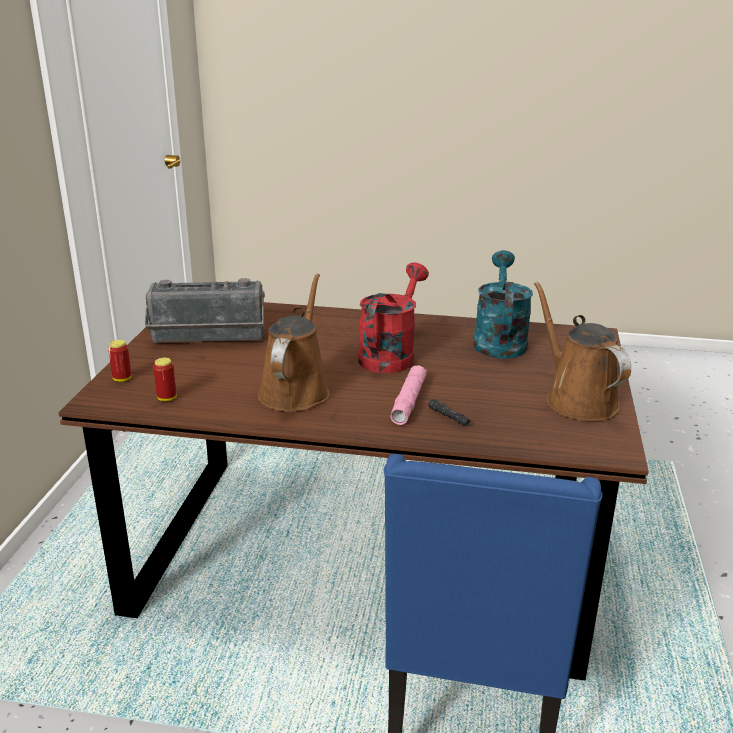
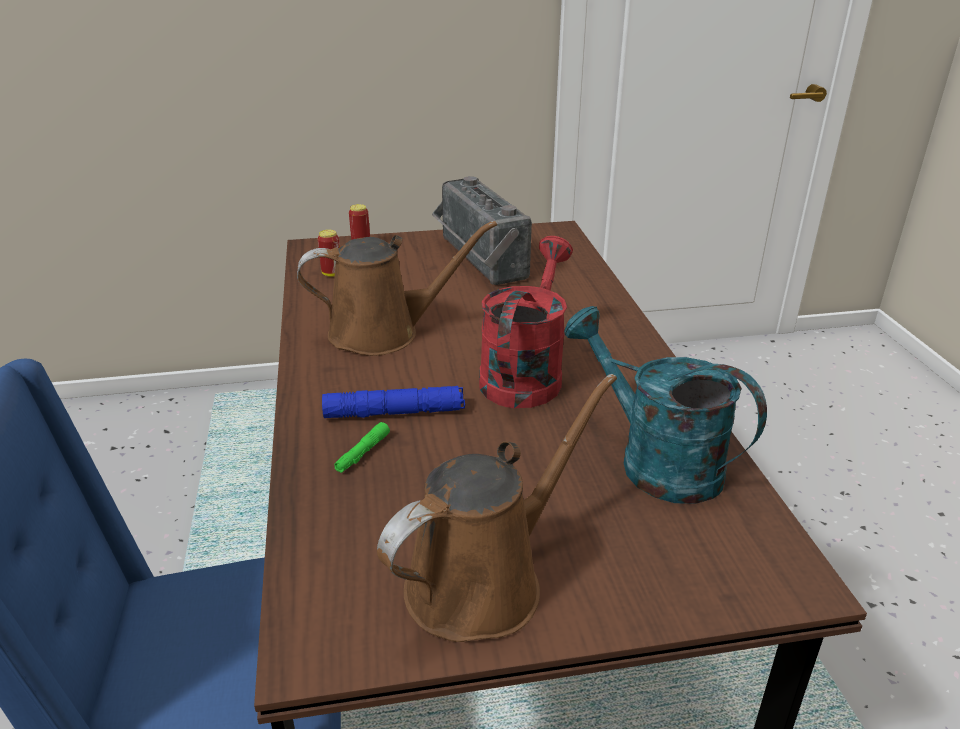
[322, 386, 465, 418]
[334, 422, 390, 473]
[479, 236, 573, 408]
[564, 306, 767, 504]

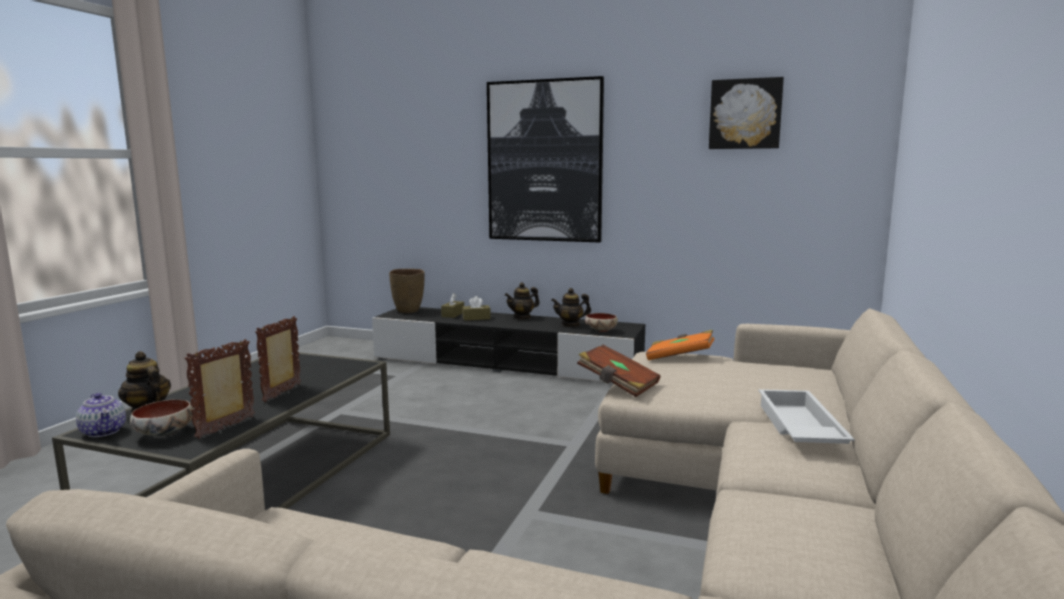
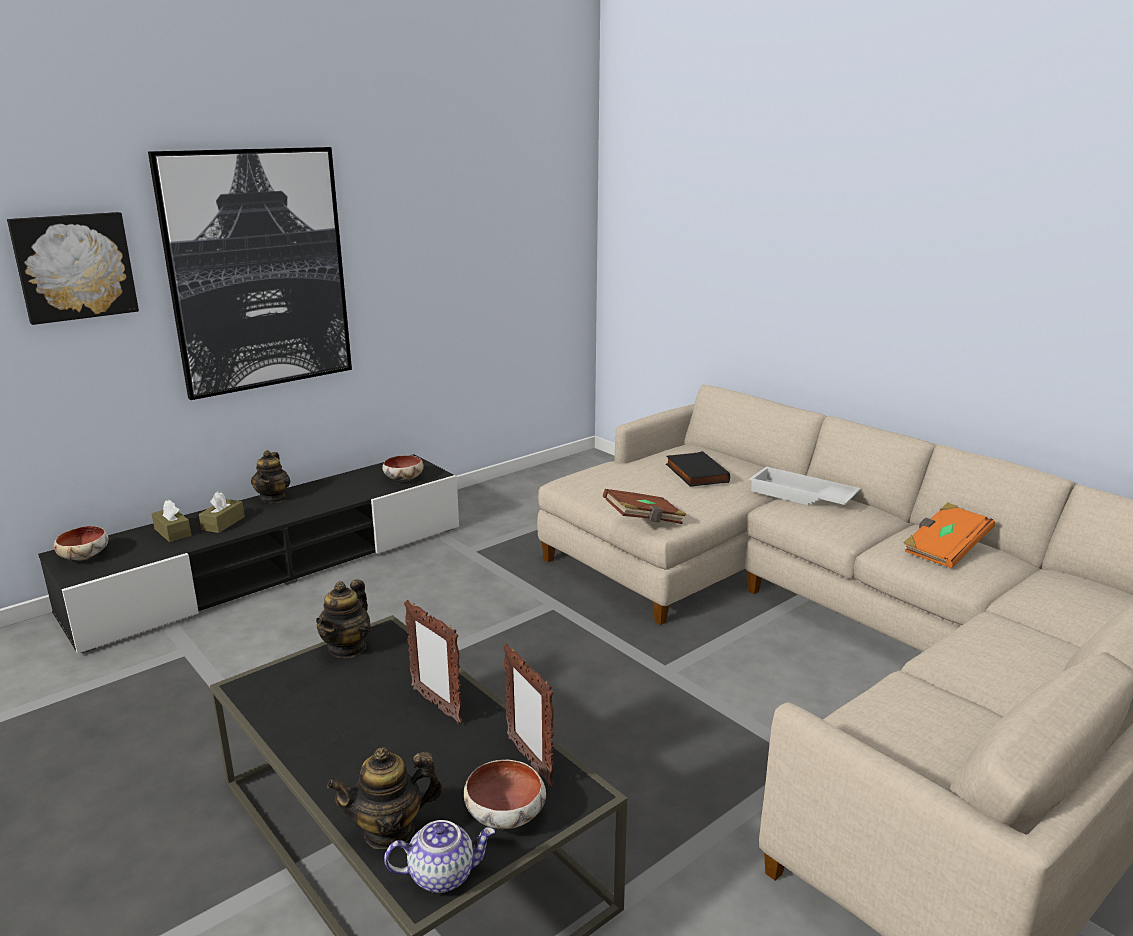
[666, 451, 730, 487]
[316, 579, 371, 658]
[904, 502, 995, 568]
[7, 212, 139, 325]
[54, 526, 109, 561]

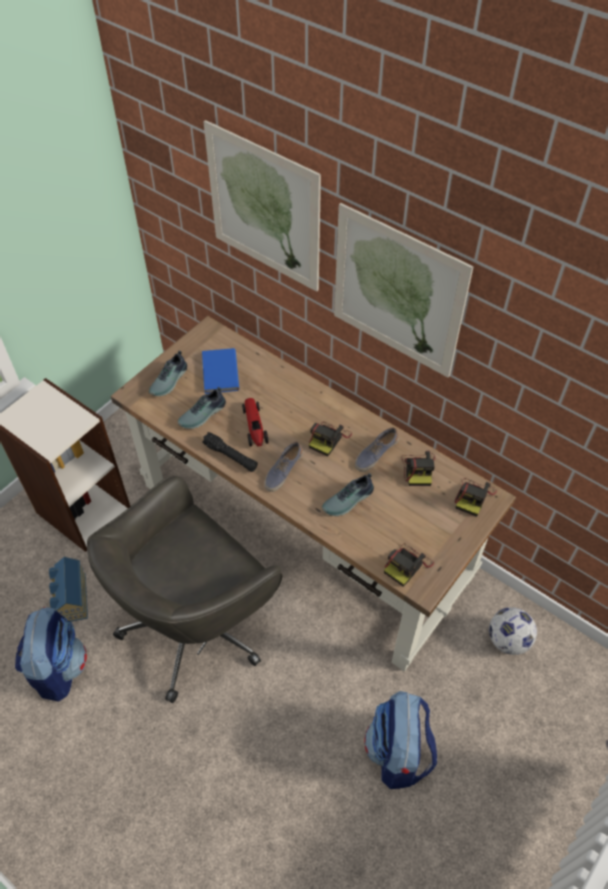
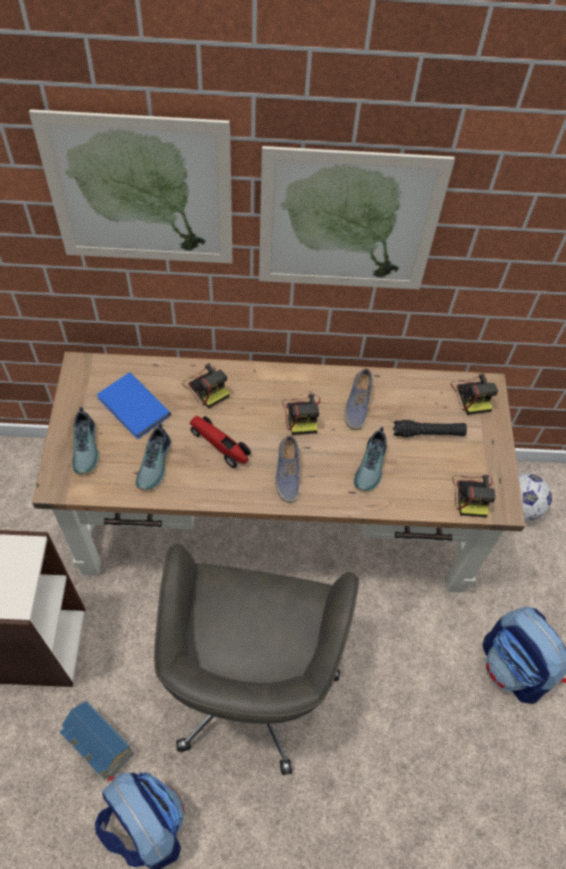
[393, 420, 467, 437]
[182, 363, 229, 408]

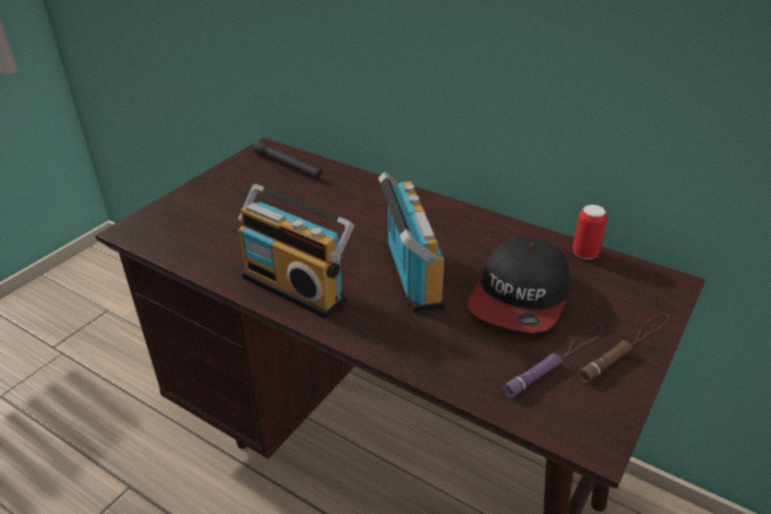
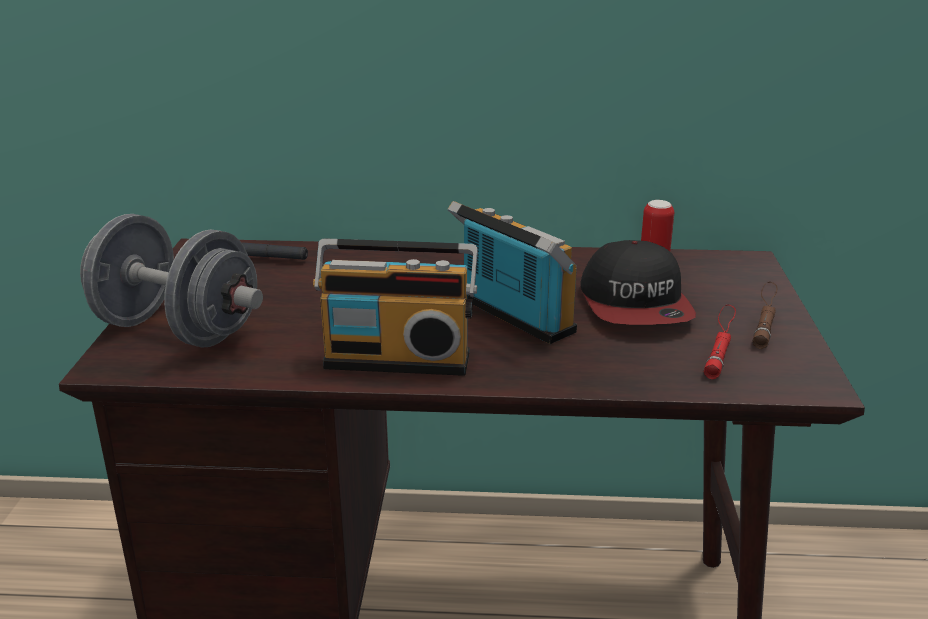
[80, 214, 263, 348]
[704, 305, 736, 380]

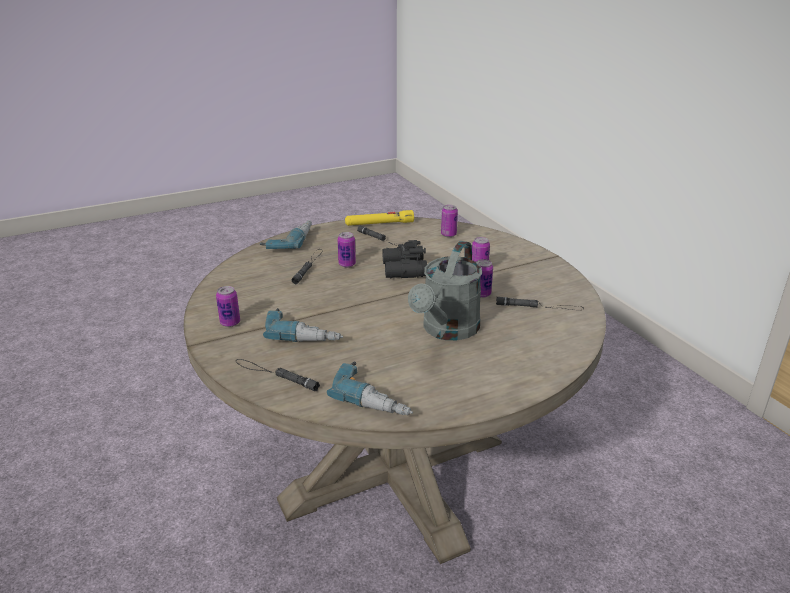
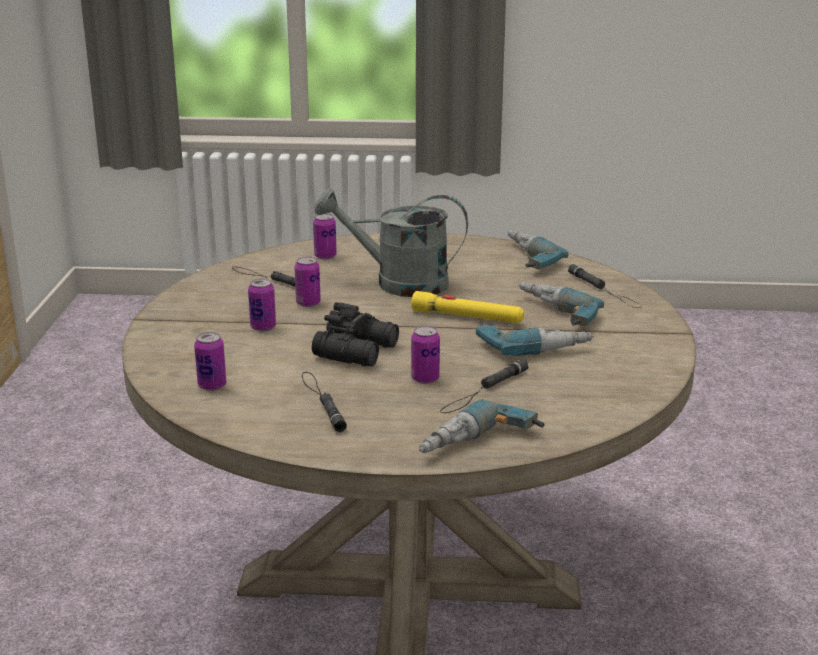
[476, 323, 594, 356]
[313, 214, 337, 259]
[411, 291, 524, 323]
[315, 188, 468, 297]

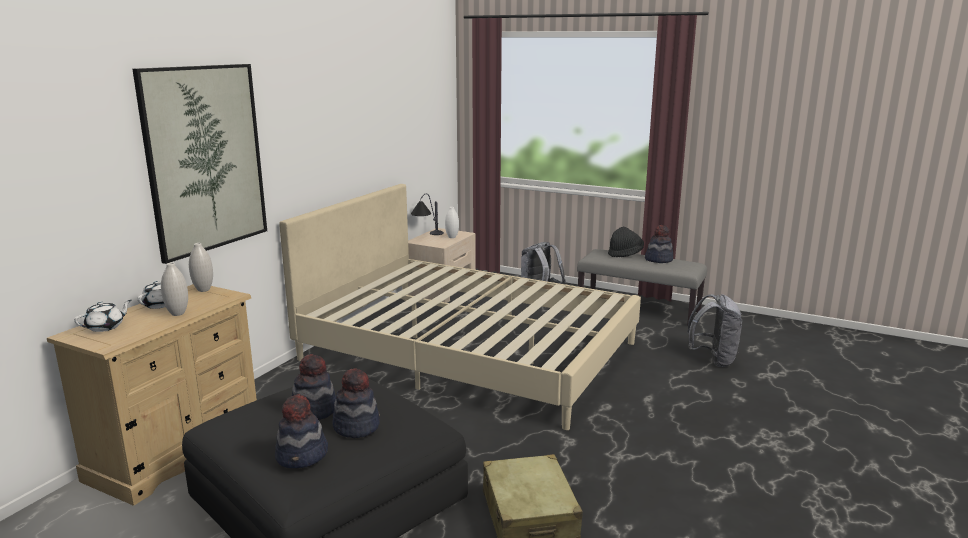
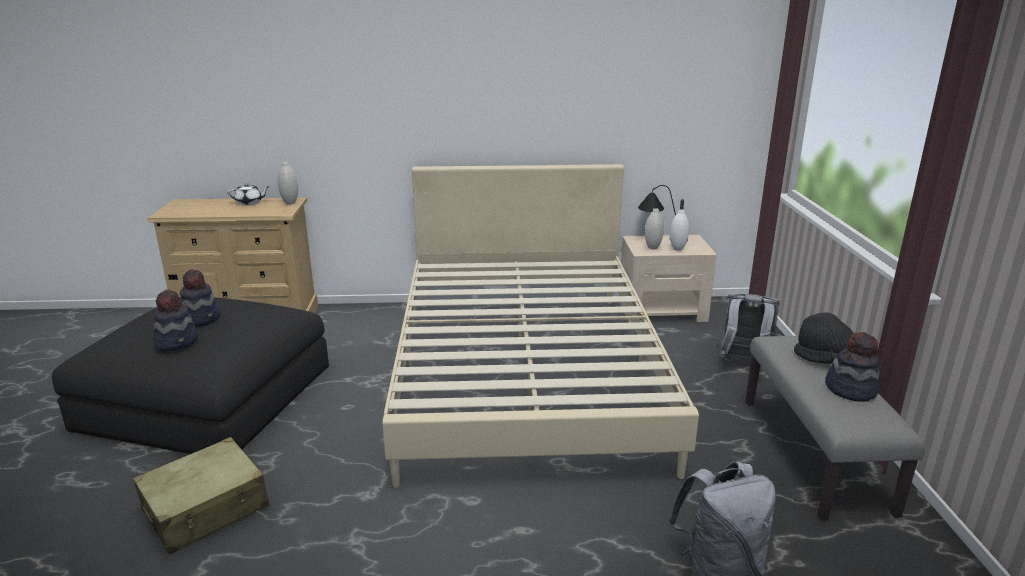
[74, 300, 131, 332] (first image)
[132, 64, 267, 264] (first image)
[275, 394, 328, 468] (first image)
[645, 208, 664, 249]

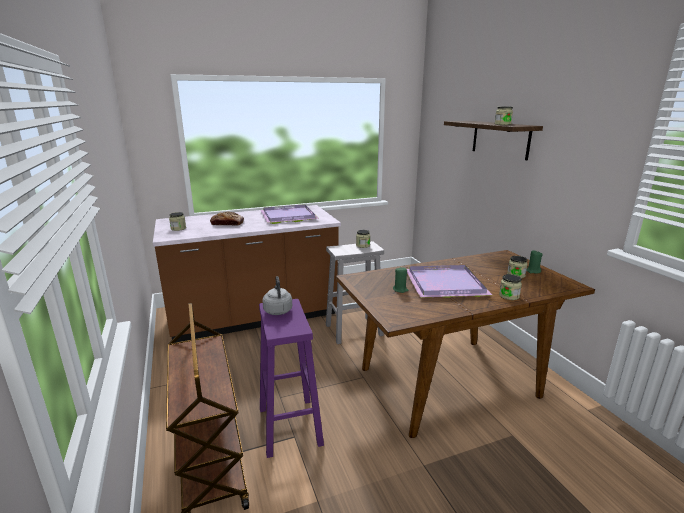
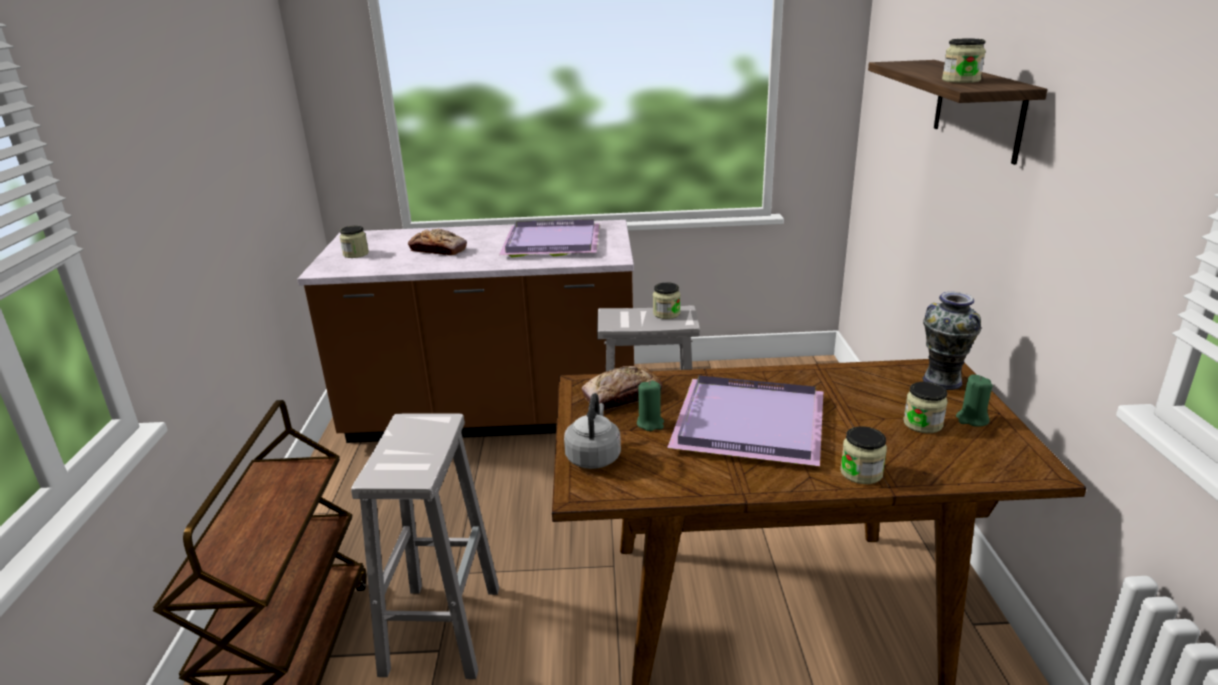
[582, 366, 662, 410]
[922, 292, 981, 390]
[564, 393, 621, 469]
[351, 414, 499, 679]

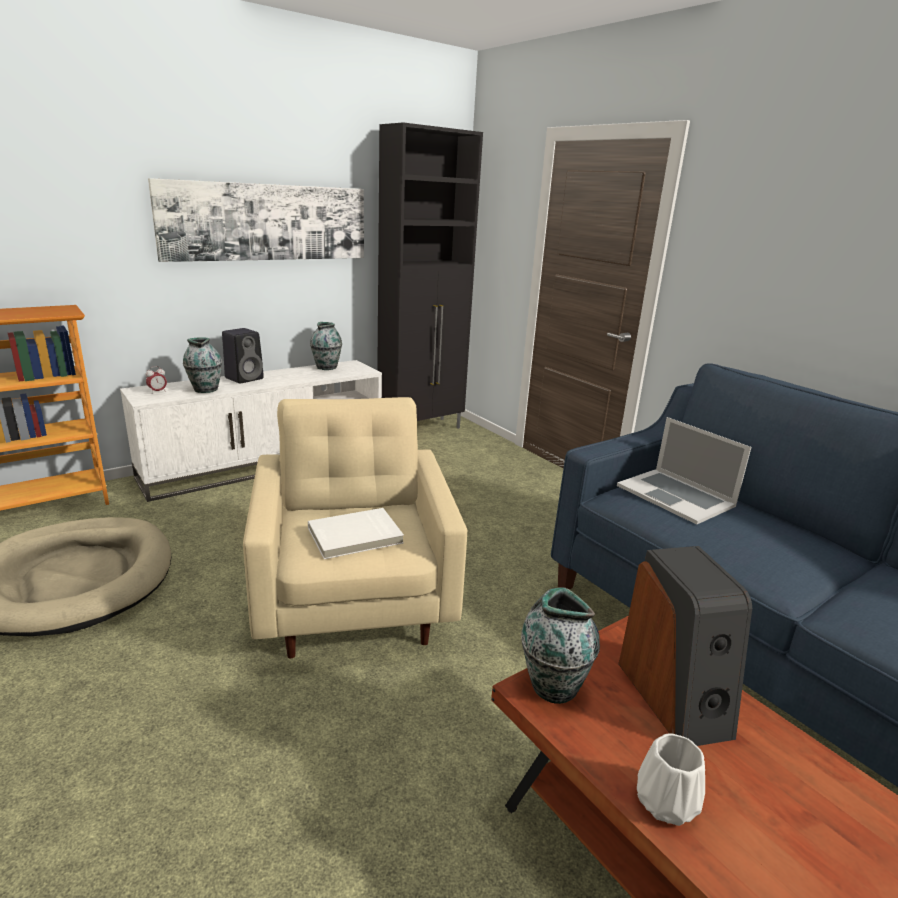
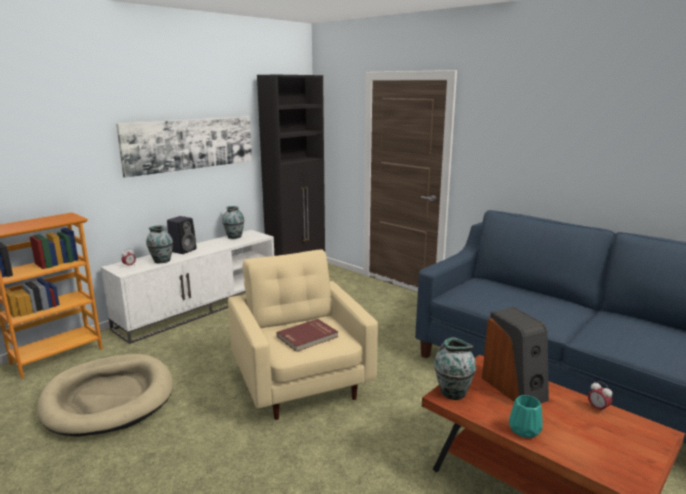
[617, 417, 751, 525] (first image)
[588, 381, 612, 414]
[277, 319, 338, 352]
[509, 395, 543, 438]

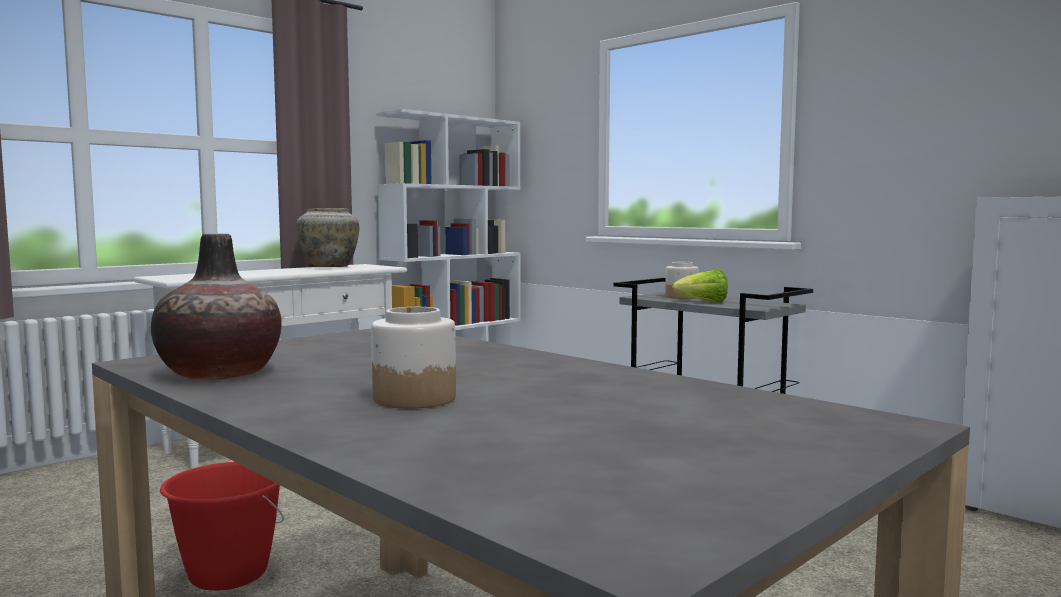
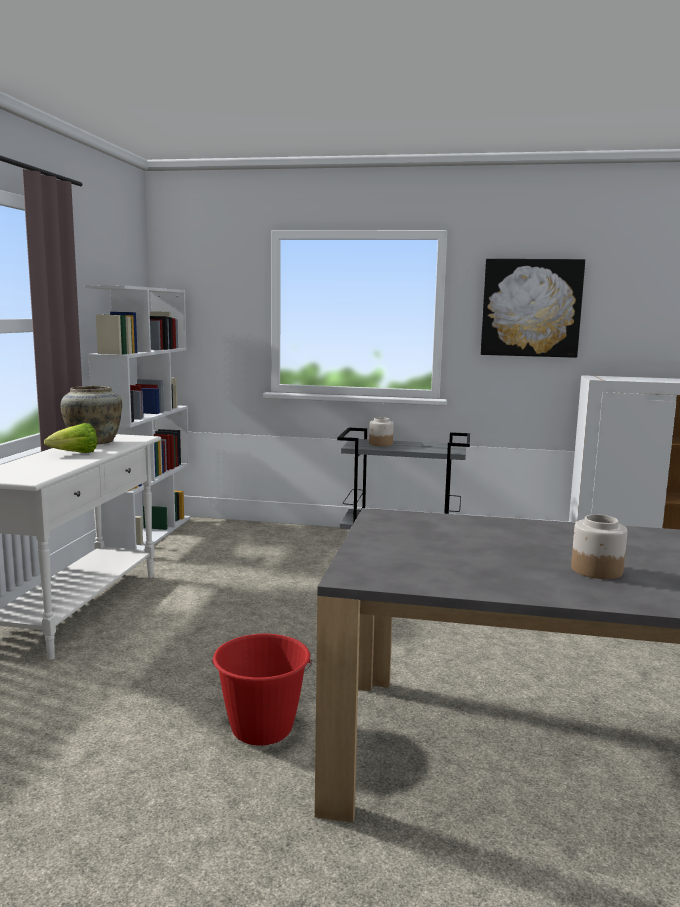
[151, 234, 282, 380] (first image)
[481, 259, 585, 358]
[44, 423, 97, 453]

